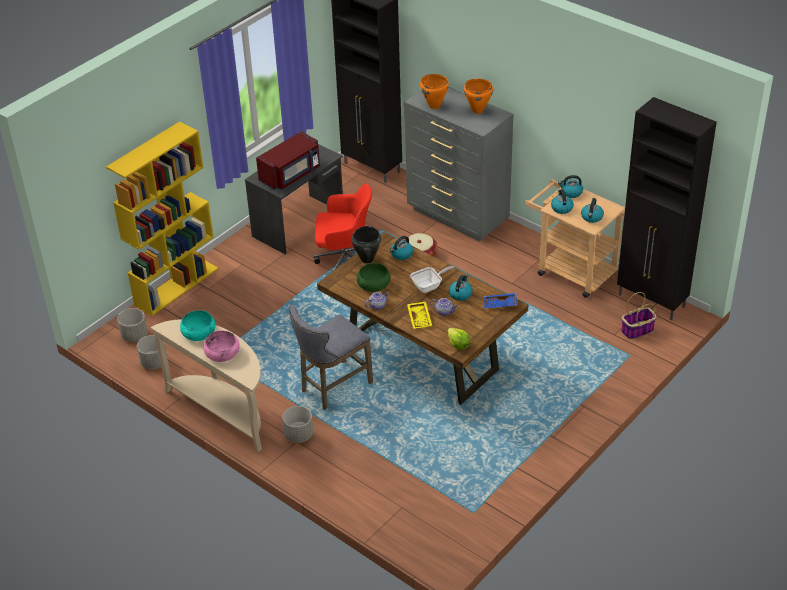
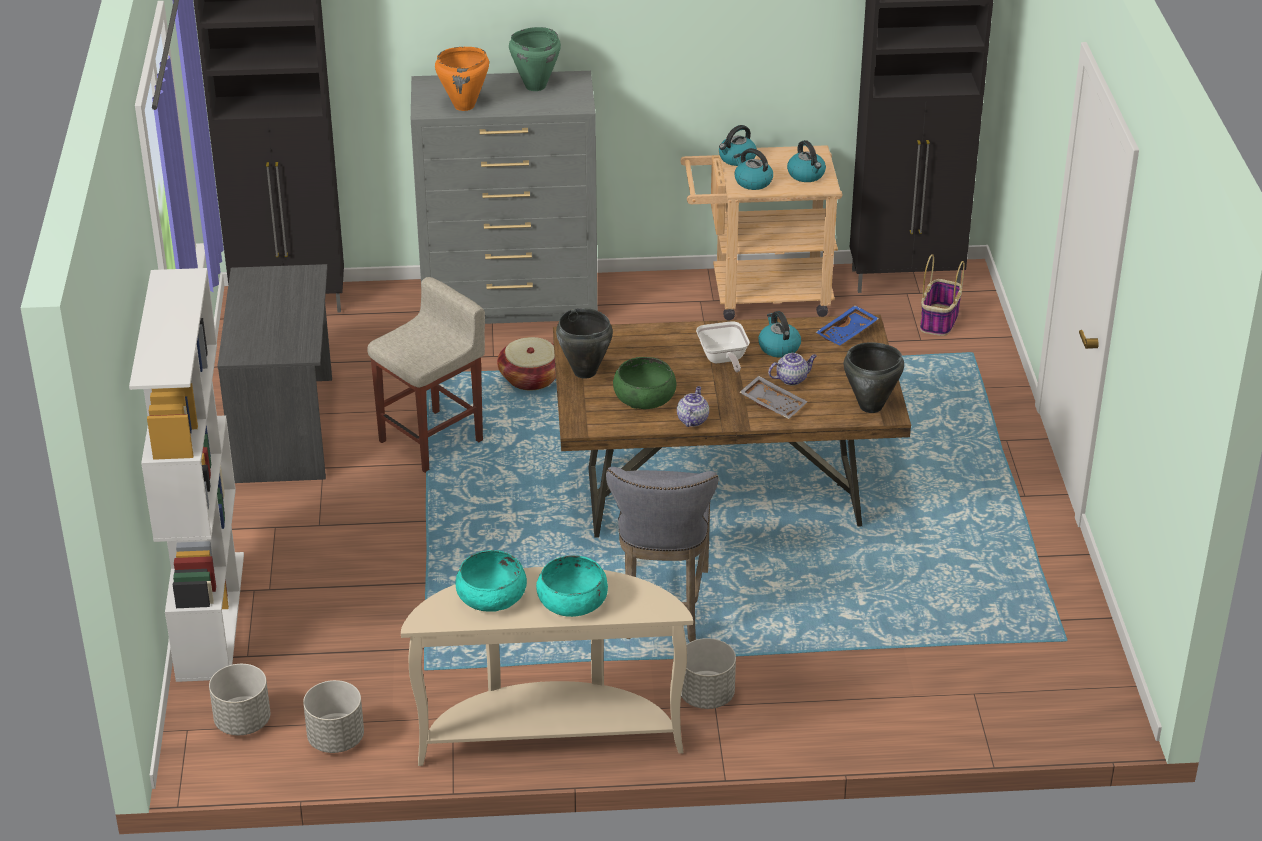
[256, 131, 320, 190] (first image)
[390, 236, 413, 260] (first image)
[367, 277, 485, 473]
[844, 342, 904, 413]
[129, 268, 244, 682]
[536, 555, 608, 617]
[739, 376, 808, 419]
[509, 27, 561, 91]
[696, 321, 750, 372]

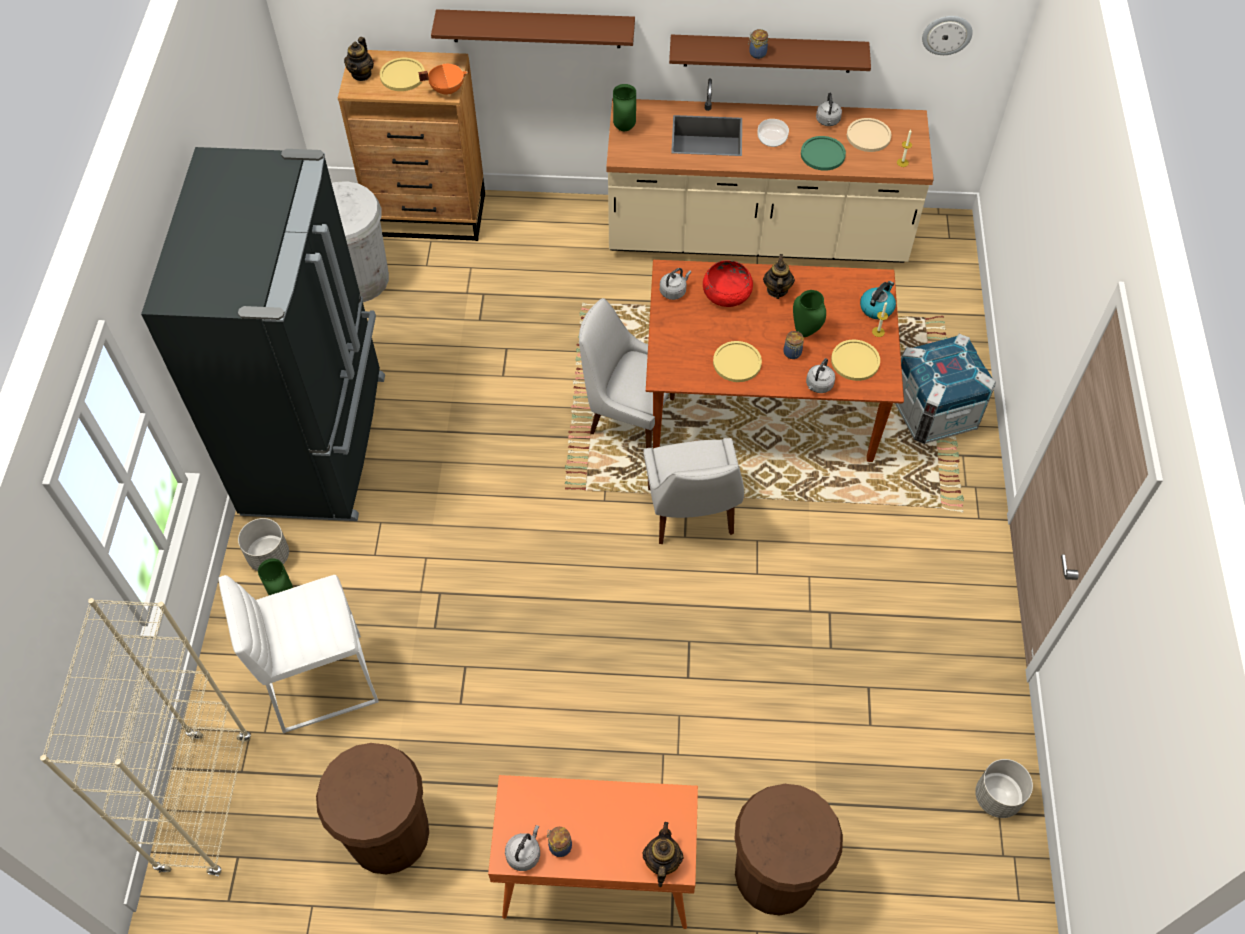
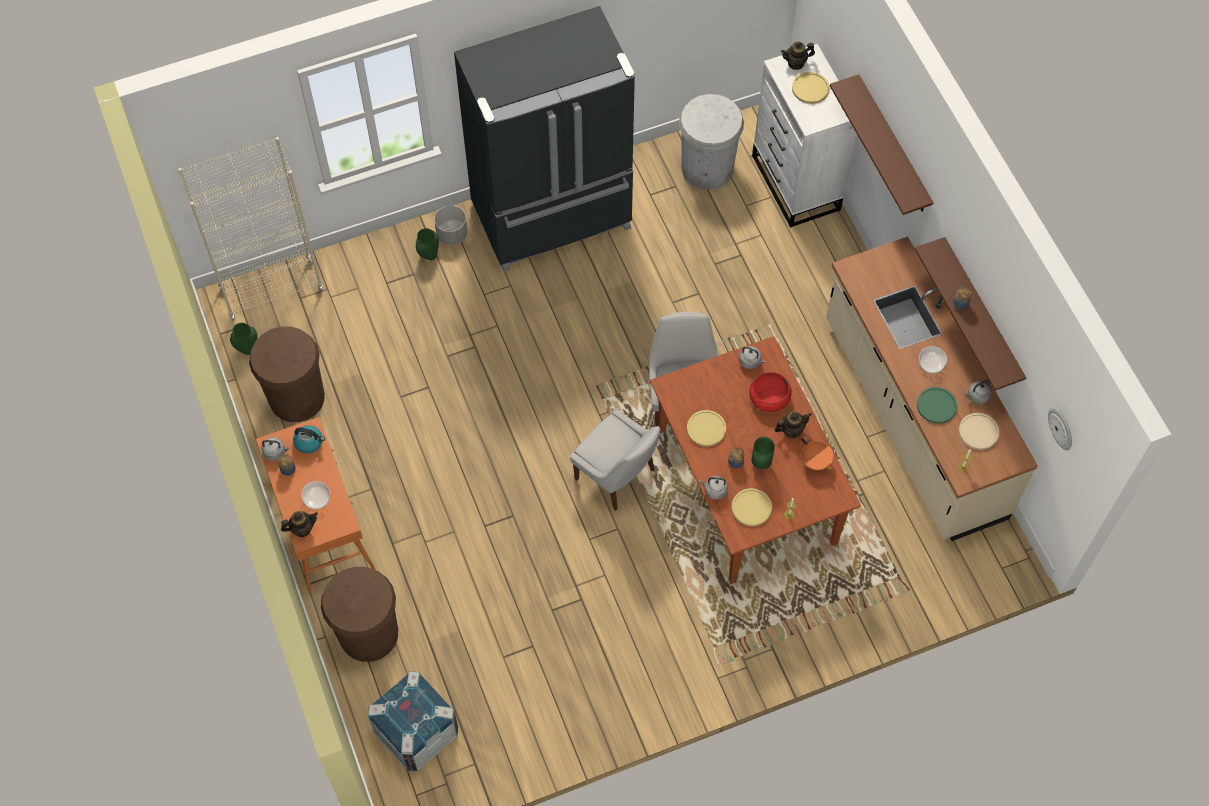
[219, 575, 379, 733] (first image)
[975, 759, 1033, 818] (first image)
[301, 481, 330, 509]
[801, 435, 833, 471]
[230, 323, 257, 355]
[293, 425, 325, 454]
[368, 672, 458, 771]
[752, 44, 857, 228]
[570, 409, 661, 511]

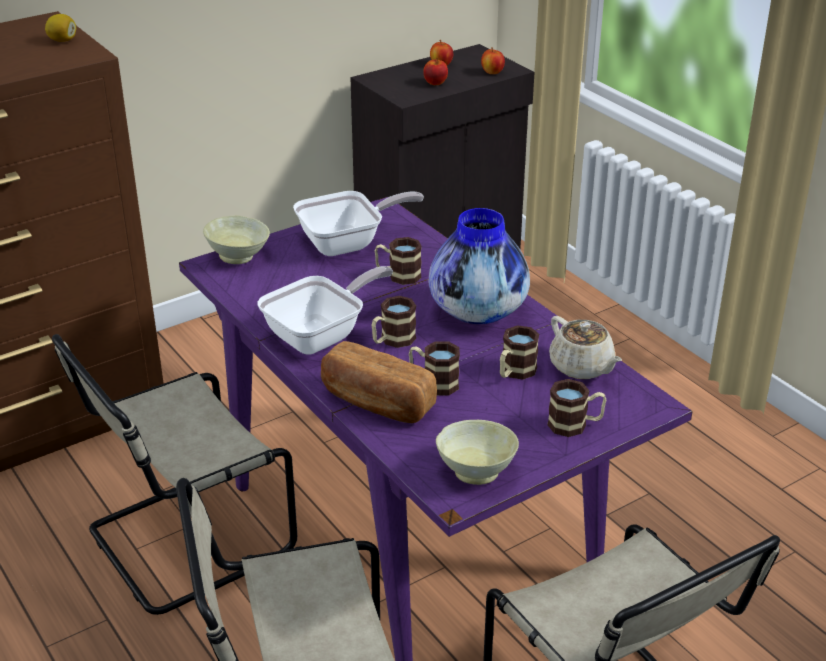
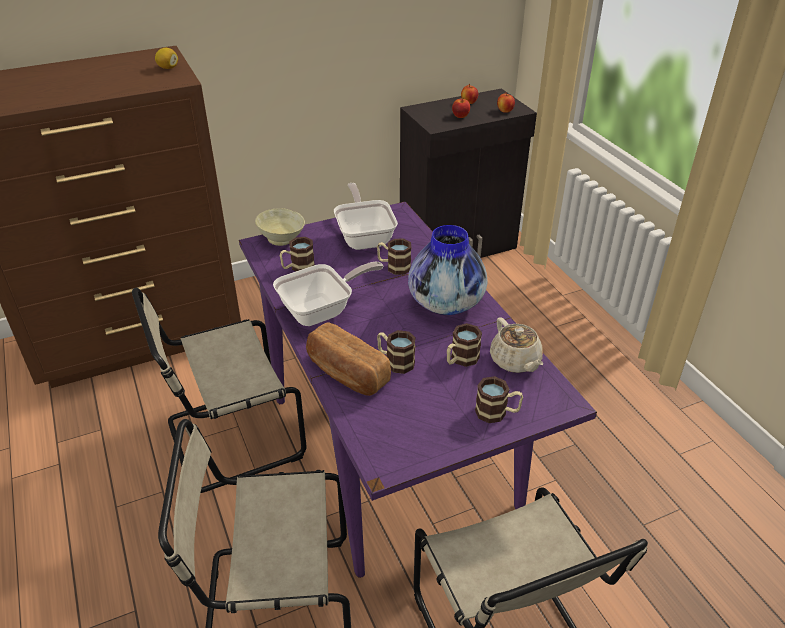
[436, 420, 519, 485] (first image)
[280, 237, 315, 272]
[334, 183, 398, 250]

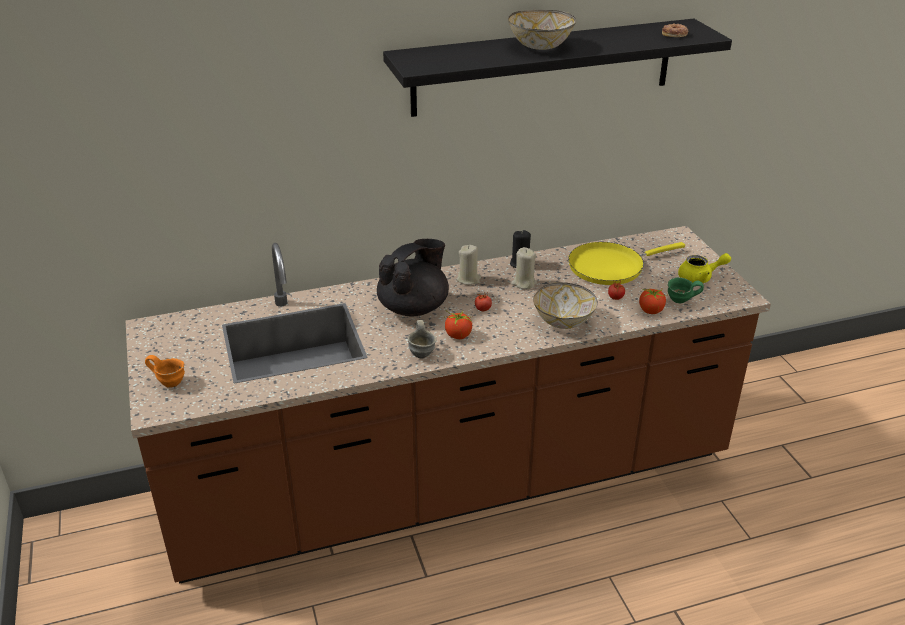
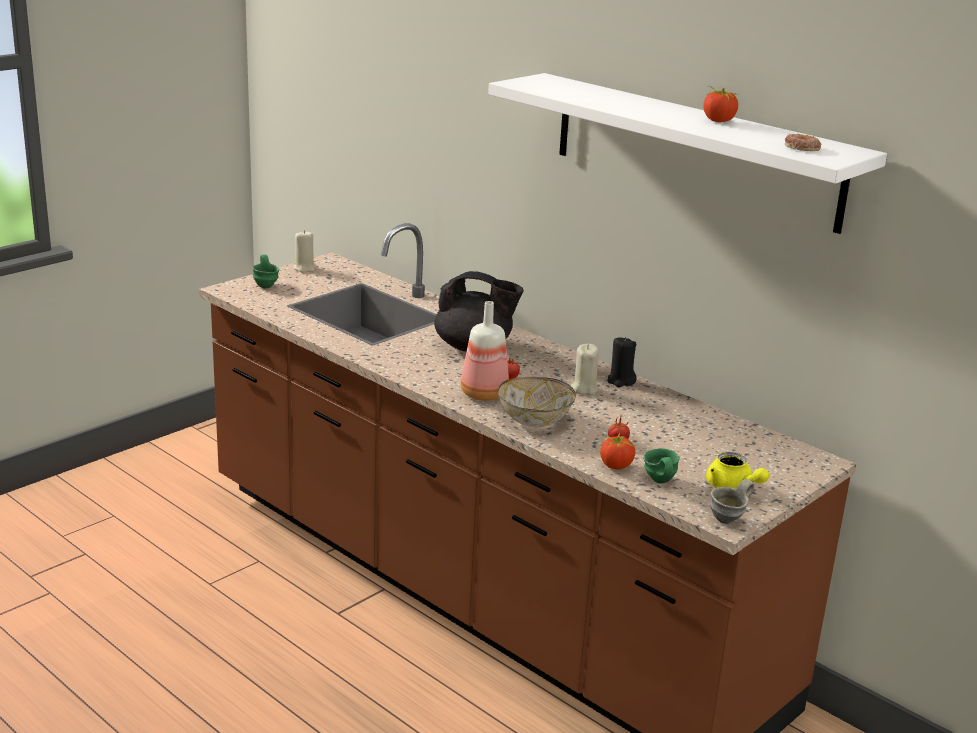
[508, 10, 576, 50] (first image)
[568, 242, 685, 285] (first image)
[461, 301, 509, 401]
[710, 479, 754, 524]
[703, 86, 738, 122]
[293, 230, 317, 272]
[253, 254, 280, 288]
[488, 73, 887, 234]

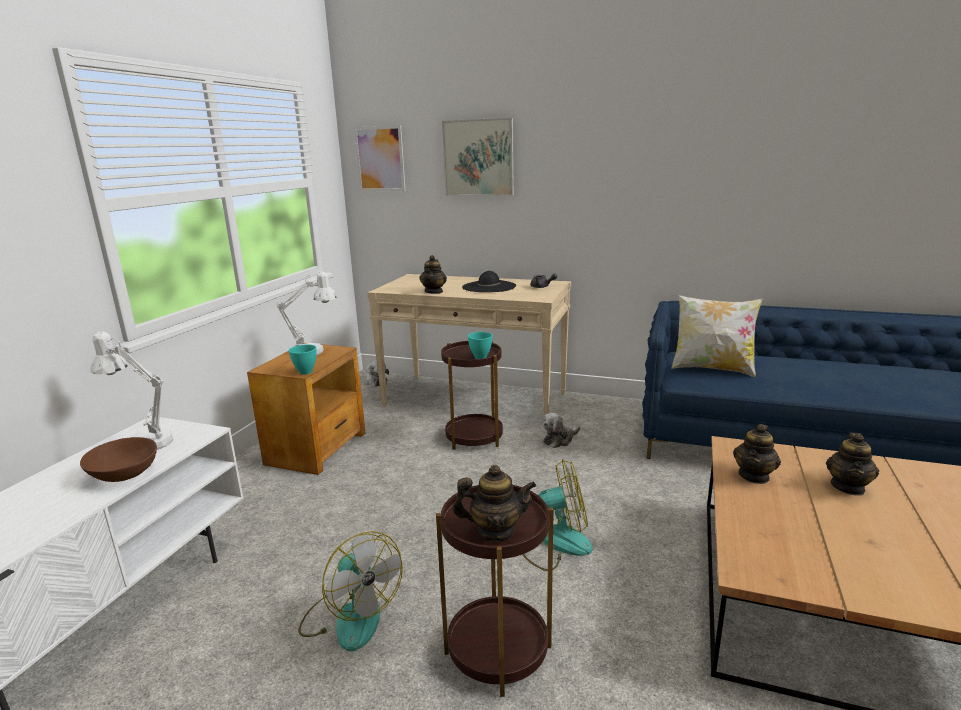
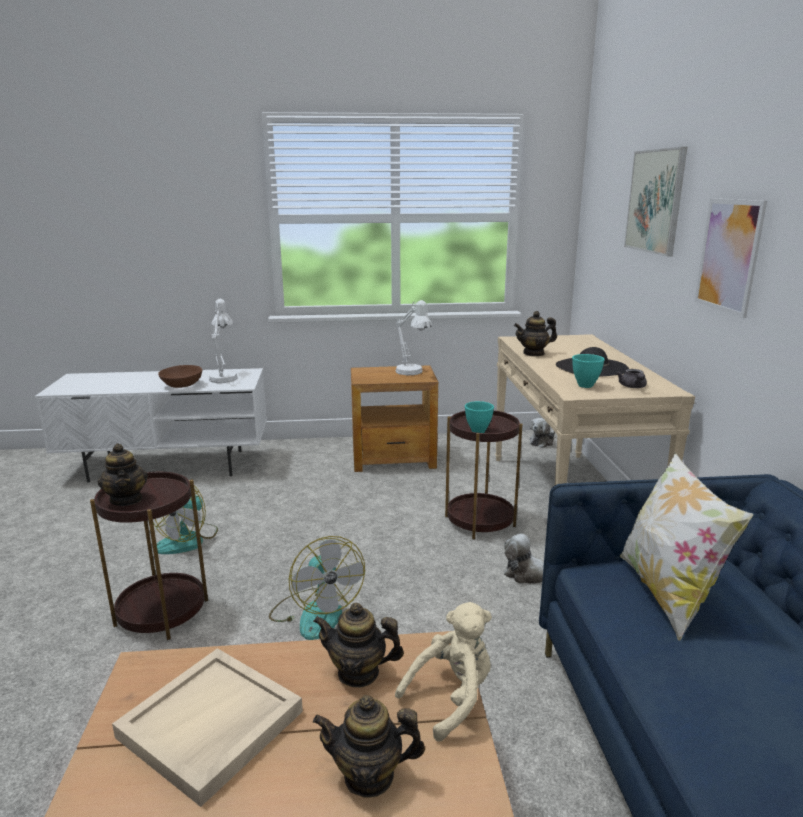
[112, 648, 303, 807]
[395, 602, 492, 741]
[572, 354, 605, 388]
[694, 198, 767, 318]

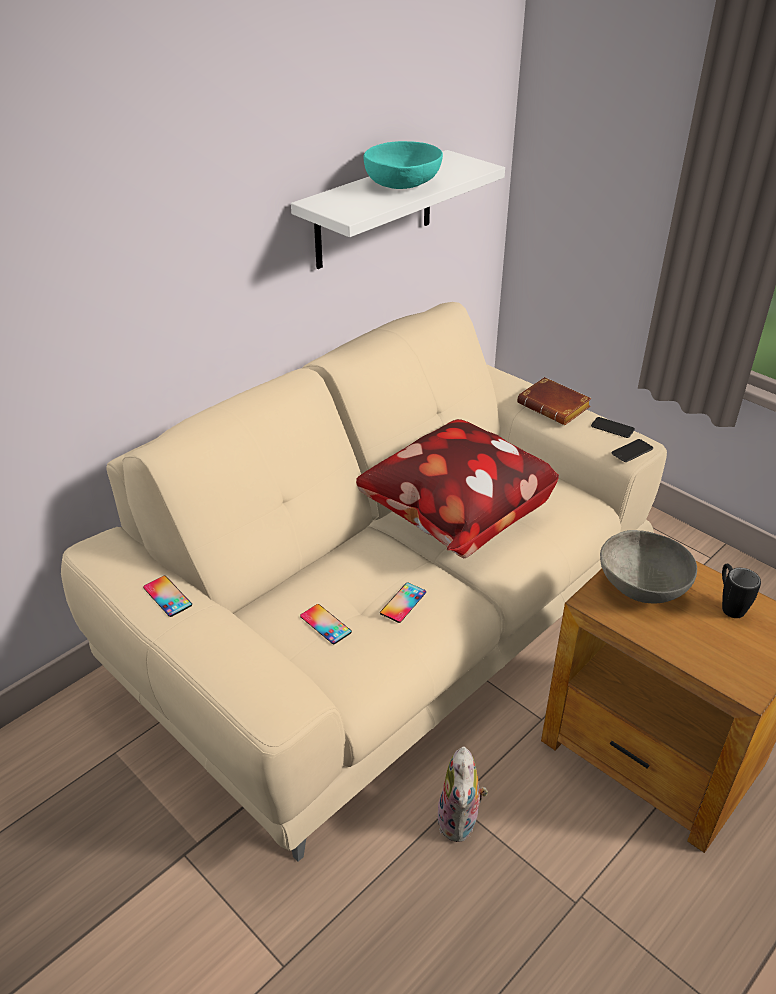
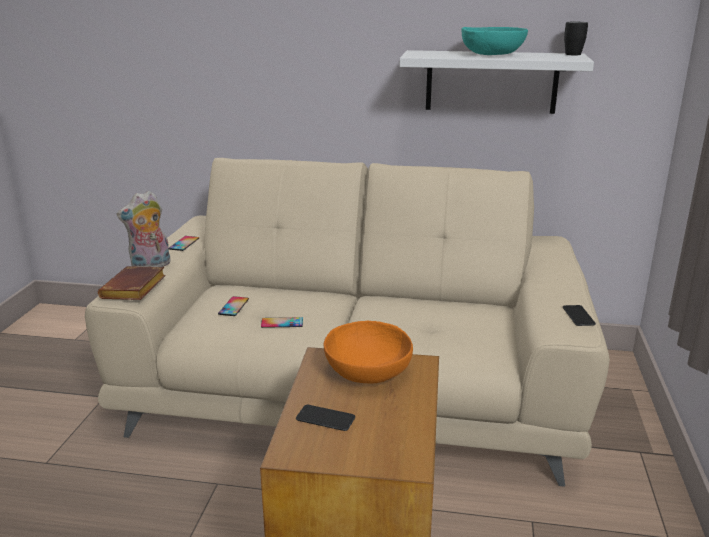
[356, 419, 559, 558] (first image)
[117, 191, 171, 267]
[98, 266, 166, 300]
[296, 405, 355, 431]
[564, 22, 588, 55]
[324, 321, 413, 383]

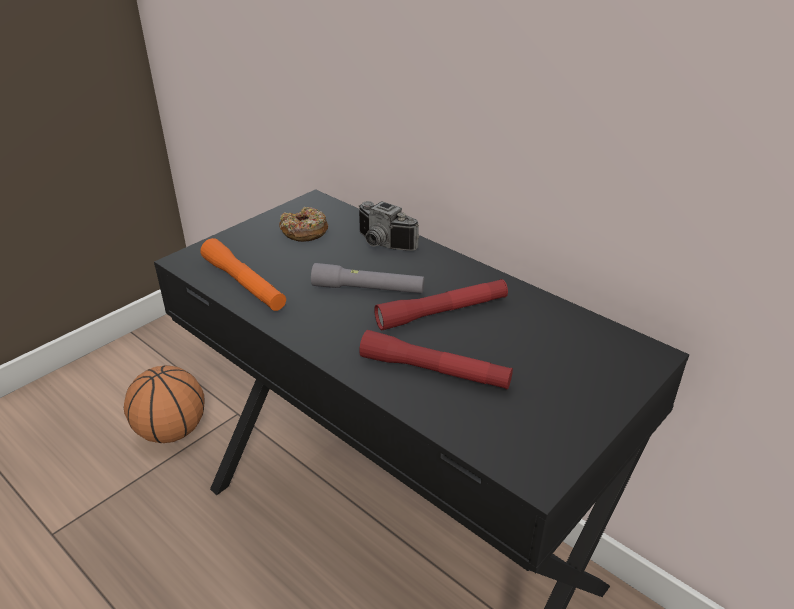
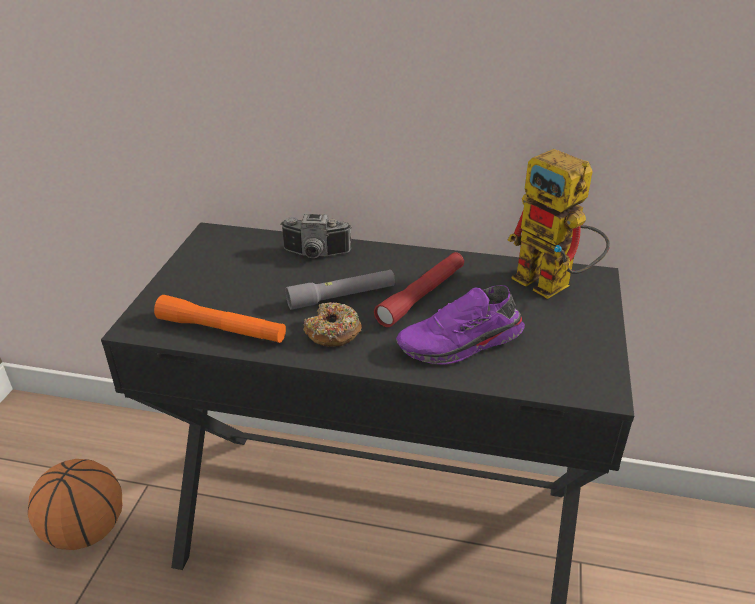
[507, 149, 610, 299]
[303, 302, 362, 347]
[396, 285, 525, 365]

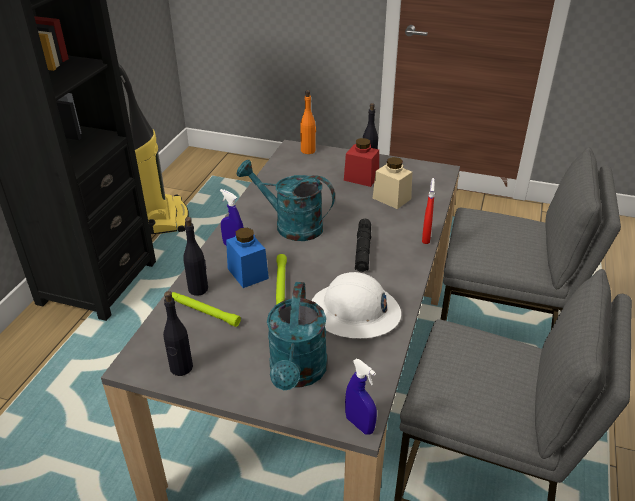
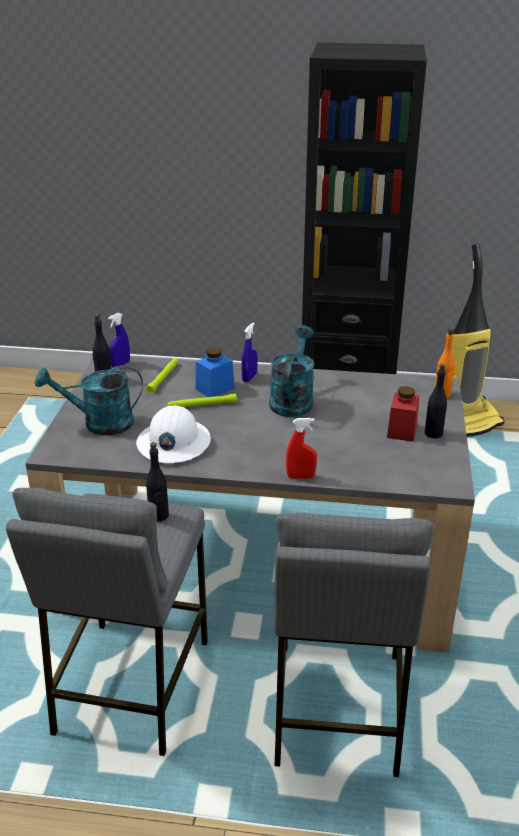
[355, 218, 371, 272] (first image)
[373, 157, 412, 209] (first image)
[146, 442, 169, 522]
[108, 313, 130, 367]

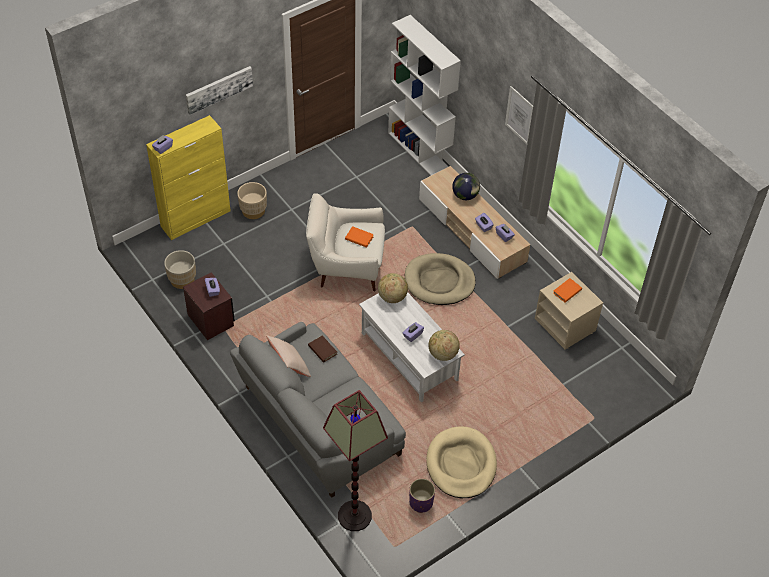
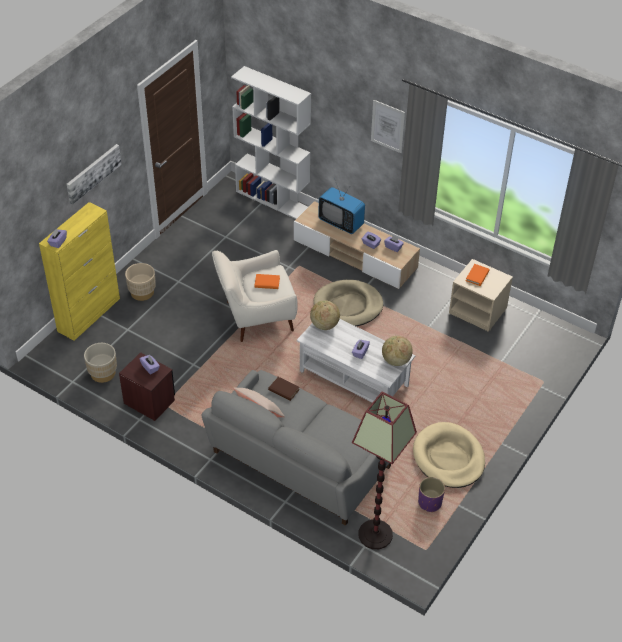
[318, 180, 365, 234]

